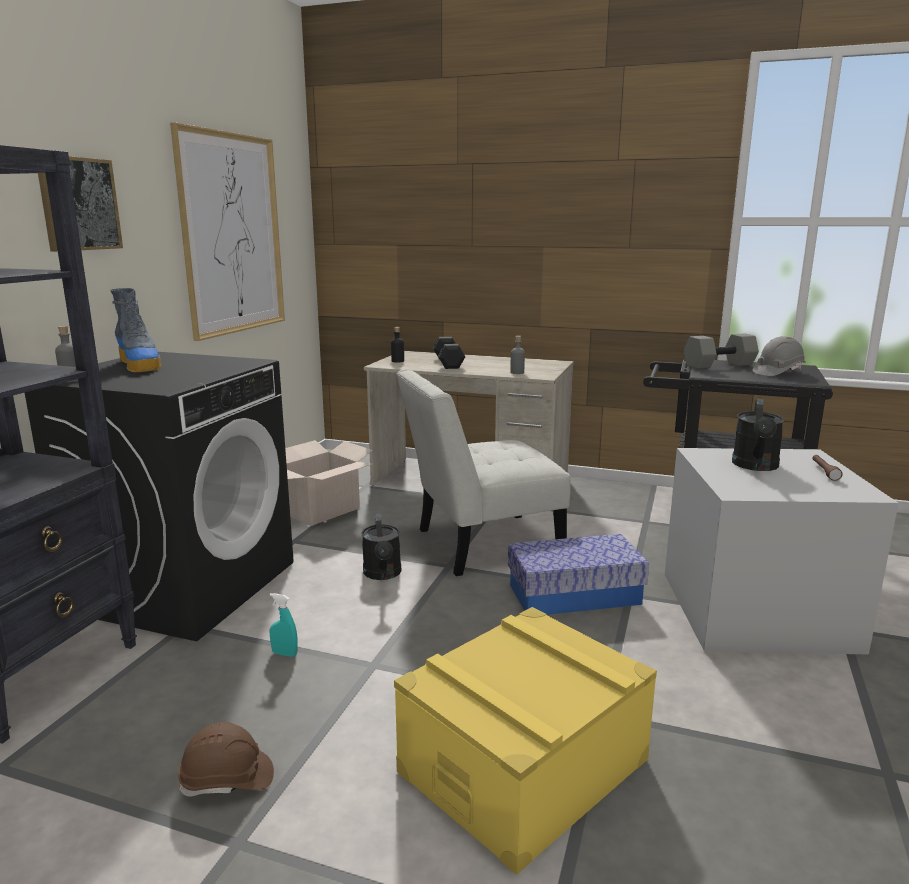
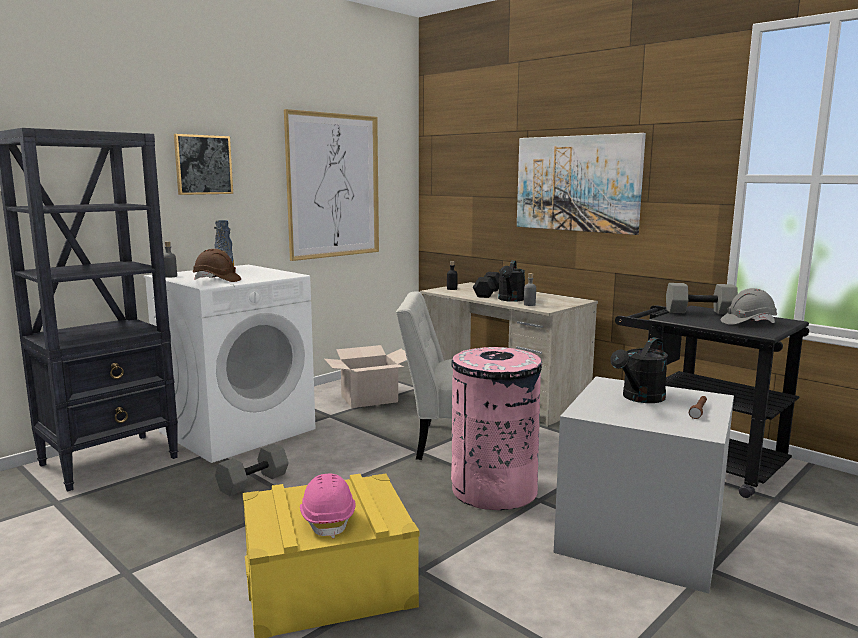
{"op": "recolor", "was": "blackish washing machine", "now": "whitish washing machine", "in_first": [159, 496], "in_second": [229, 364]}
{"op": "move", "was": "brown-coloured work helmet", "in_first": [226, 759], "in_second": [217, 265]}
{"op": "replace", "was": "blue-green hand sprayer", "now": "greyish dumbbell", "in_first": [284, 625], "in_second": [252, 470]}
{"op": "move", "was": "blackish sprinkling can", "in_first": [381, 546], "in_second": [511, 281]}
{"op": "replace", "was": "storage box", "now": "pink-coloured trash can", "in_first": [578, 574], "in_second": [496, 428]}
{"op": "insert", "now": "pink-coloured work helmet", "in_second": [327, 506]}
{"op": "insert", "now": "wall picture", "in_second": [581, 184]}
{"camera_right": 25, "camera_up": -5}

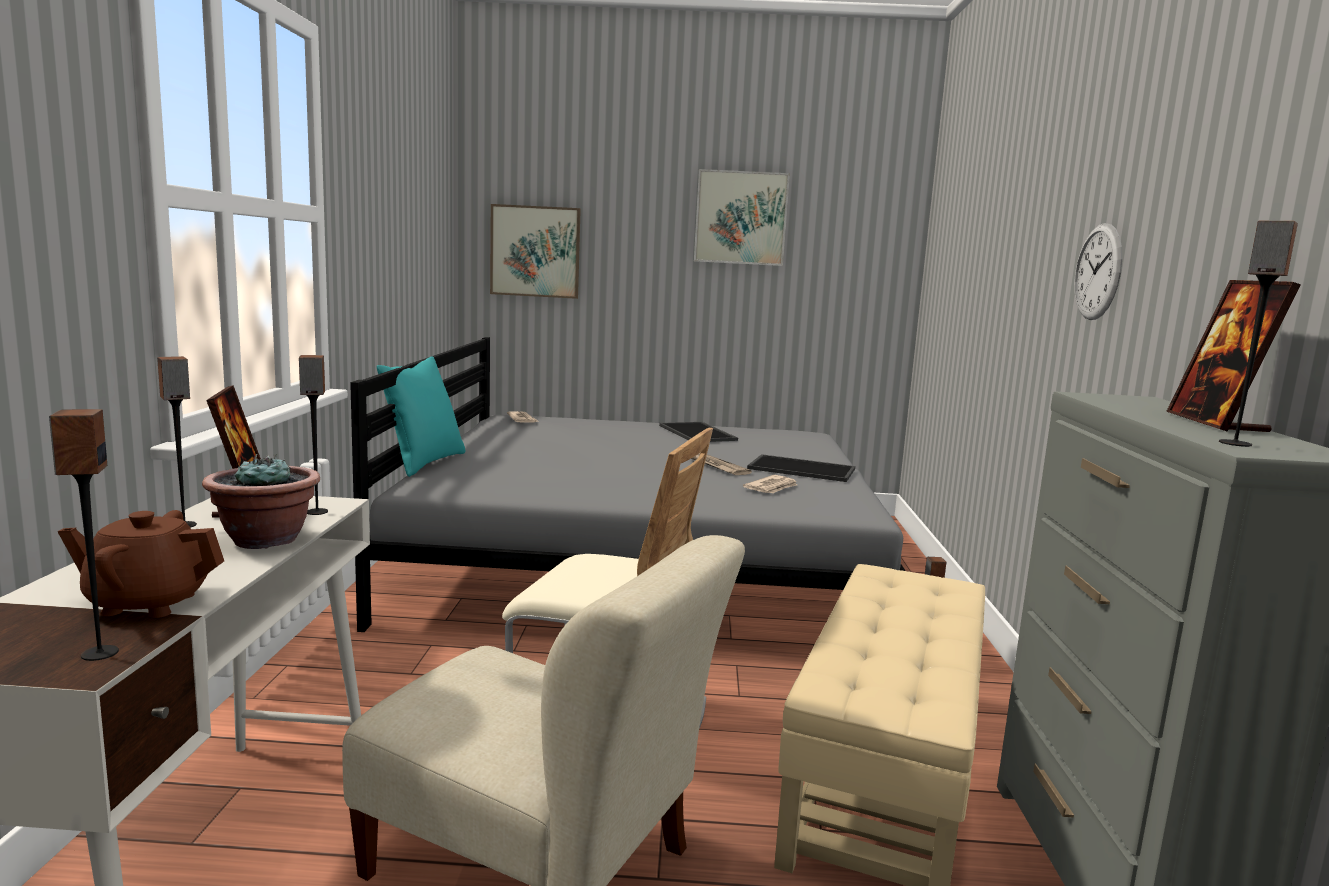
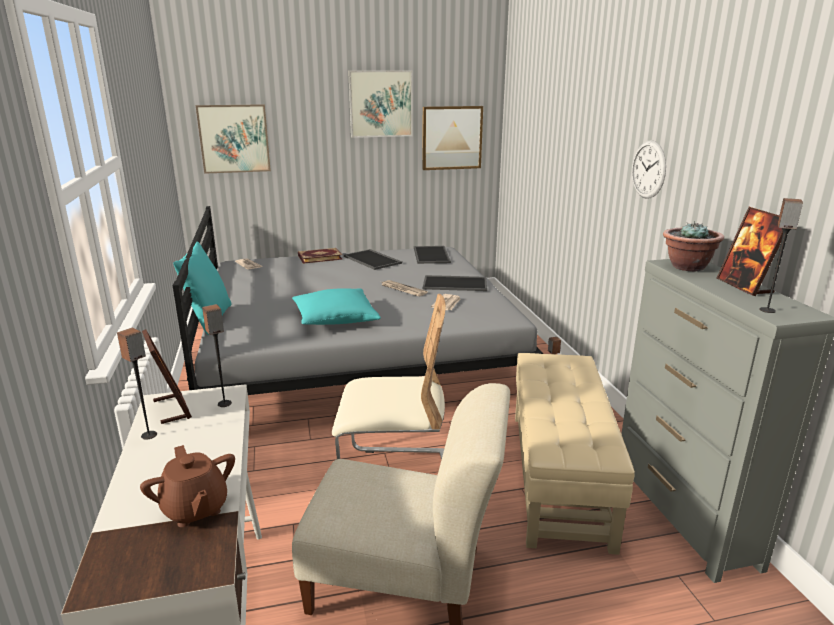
{"op": "delete", "was": "audio speaker", "in_first": [84, 535]}
{"op": "rotate", "was": "brown-coloured tea pot", "in_first": [141, 564], "in_second": [187, 486], "clockwise": -105}
{"op": "move", "was": "potted plant", "in_first": [261, 501], "in_second": [693, 246]}
{"op": "insert", "now": "blue-green throw pillow", "in_second": [336, 306]}
{"op": "insert", "now": "volume", "in_second": [320, 256]}
{"op": "insert", "now": "serving tray", "in_second": [432, 255]}
{"op": "insert", "now": "wall picture", "in_second": [452, 138]}
{"camera_right": -15, "camera_up": 10}

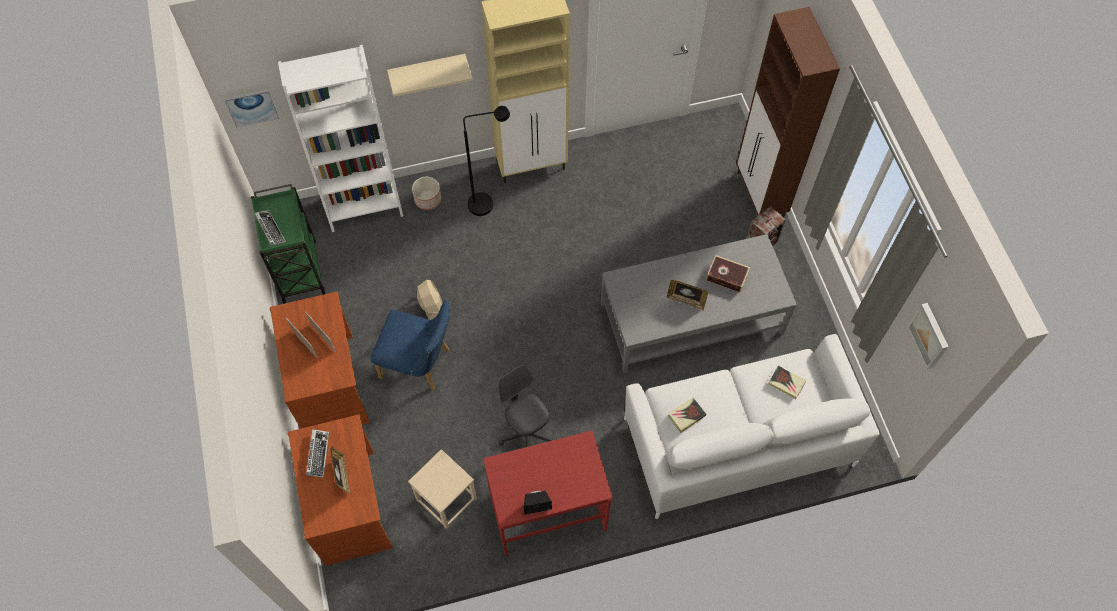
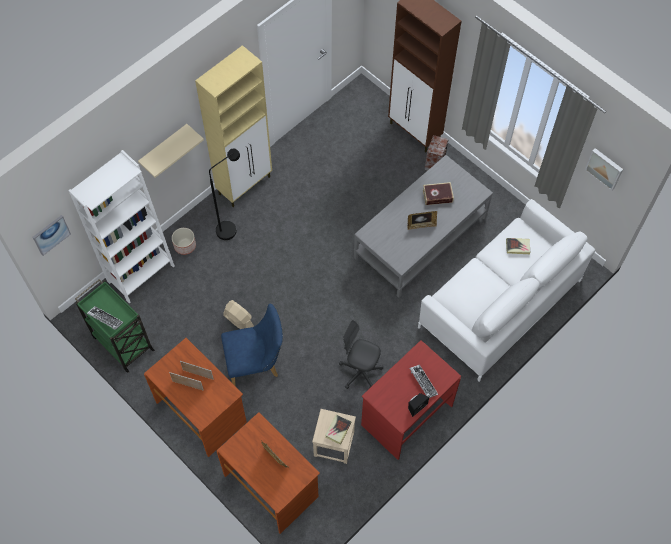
{"op": "move", "was": "PC keyboard", "in_first": [317, 453], "in_second": [423, 381]}
{"op": "move", "was": "volume", "in_first": [687, 415], "in_second": [338, 430]}
{"camera_right": -30, "camera_up": 0}

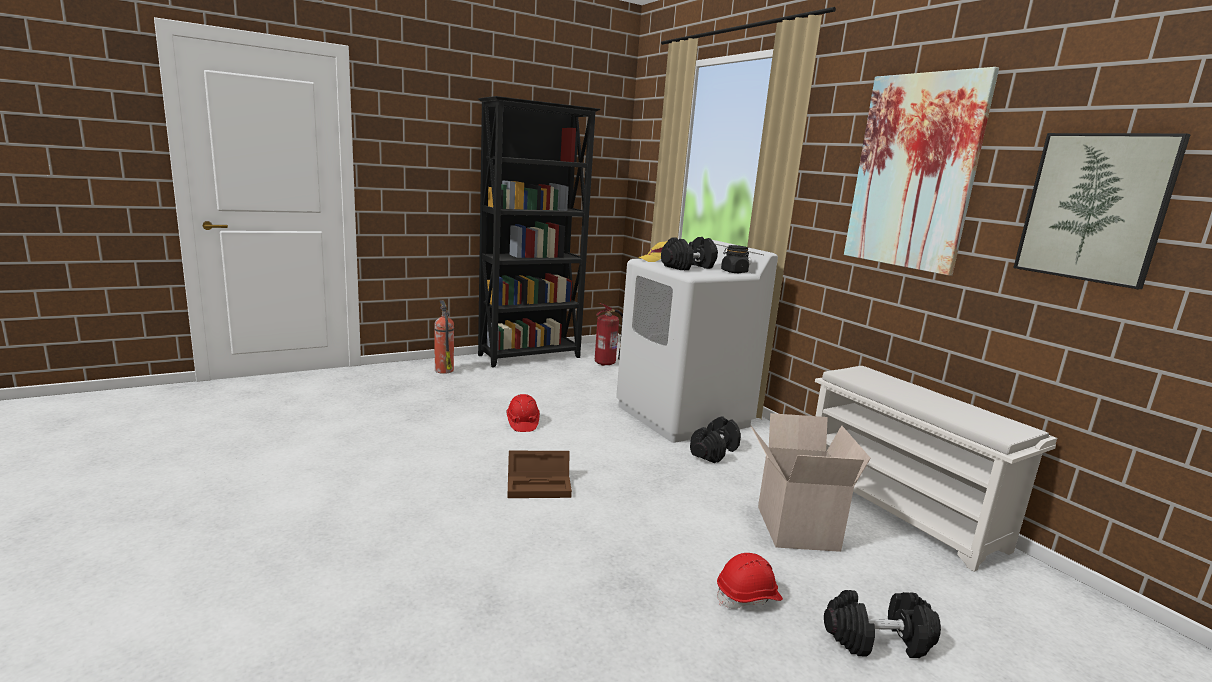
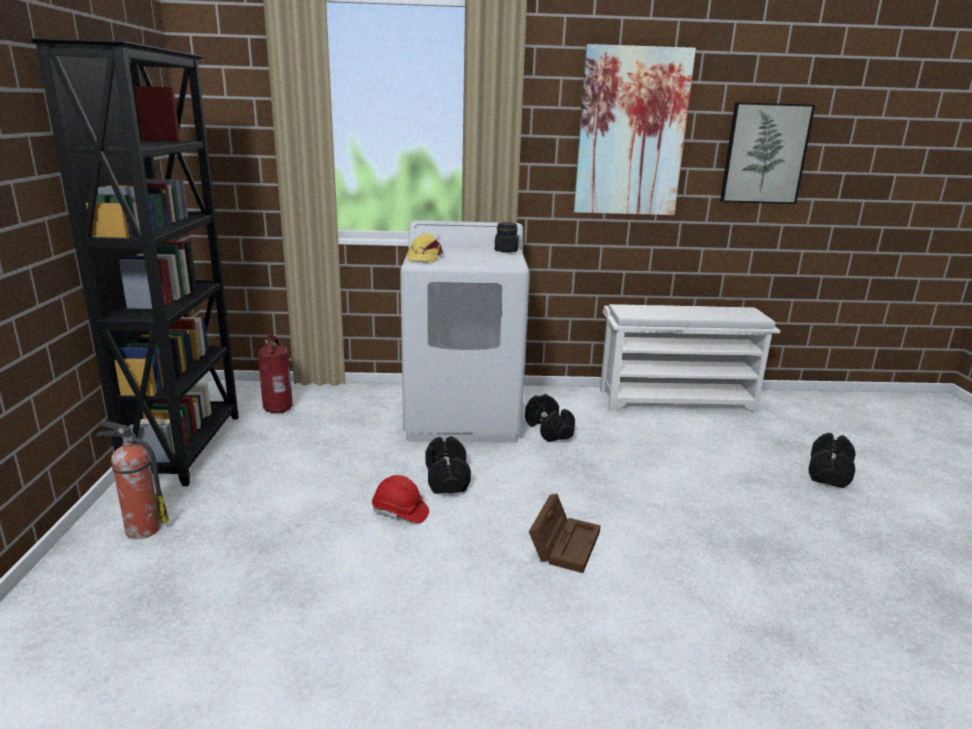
{"op": "move", "was": "blackish dumbbell", "in_first": [689, 253], "in_second": [448, 465]}
{"op": "delete", "was": "reddish work helmet", "in_first": [750, 580]}
{"op": "delete", "was": "carton", "in_first": [810, 482]}
{"camera_right": -60, "camera_up": 5}

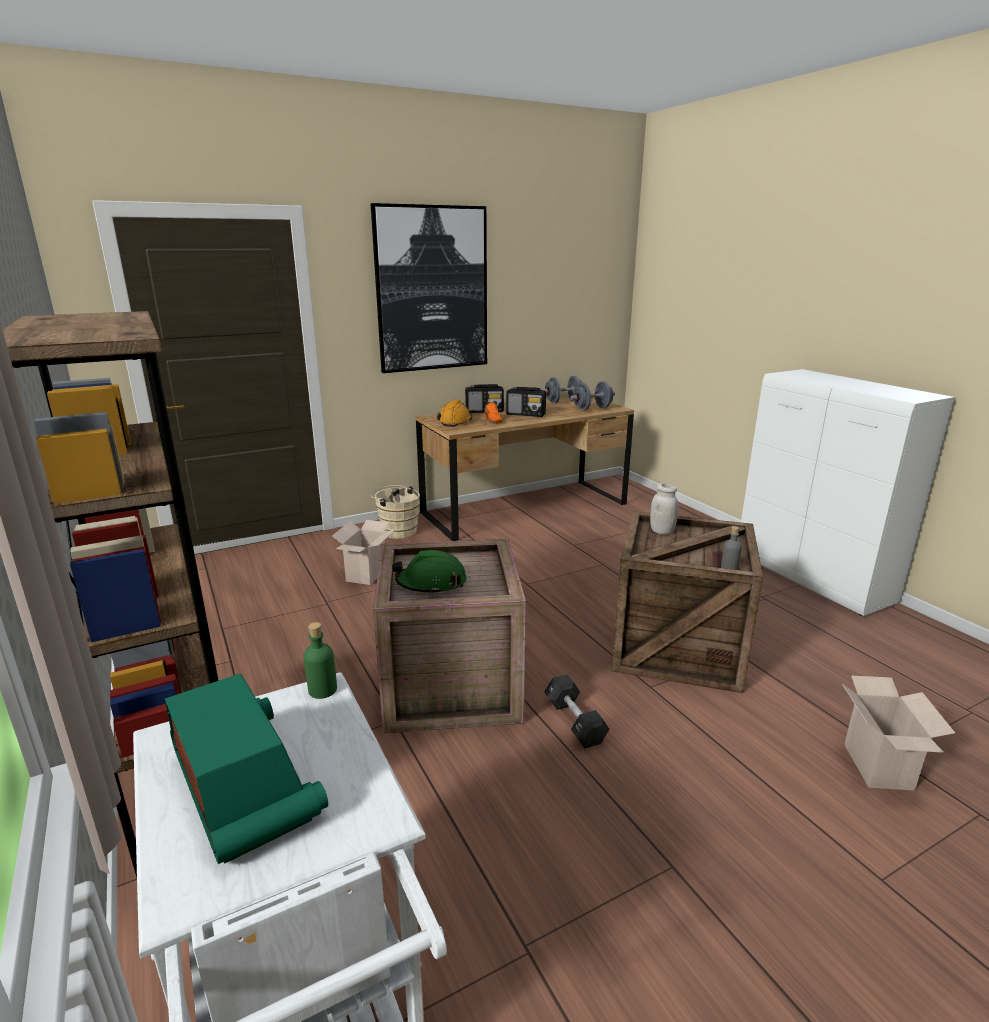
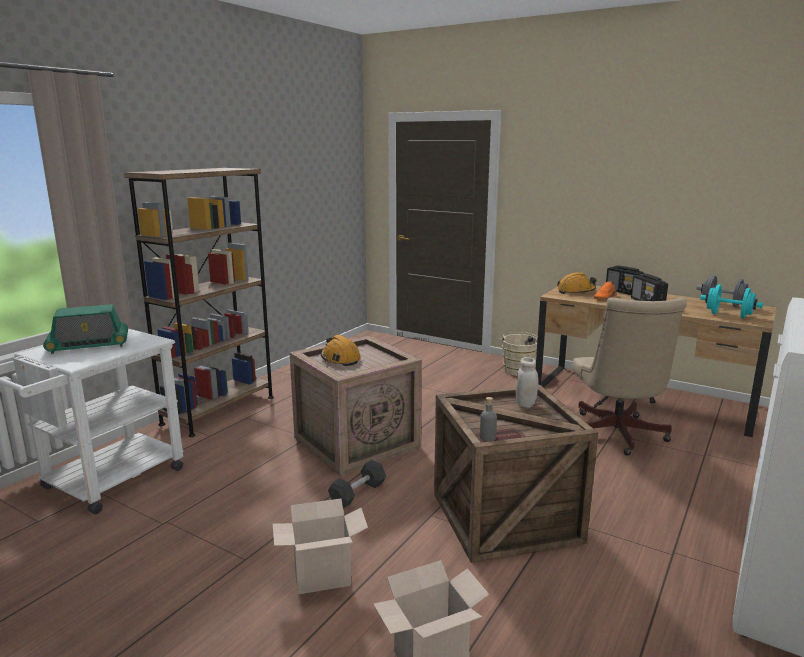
{"op": "rotate", "was": "radio receiver", "in_first": [246, 769], "in_second": [85, 329], "clockwise": 45}
{"op": "delete", "was": "green drink bottle", "in_first": [320, 660]}
{"op": "move", "was": "carton", "in_first": [364, 552], "in_second": [320, 546]}
{"op": "delete", "was": "wall picture", "in_first": [428, 288]}
{"op": "recolor", "was": "green work helmet", "now": "orange work helmet", "in_first": [429, 572], "in_second": [341, 350]}
{"op": "recolor", "was": "greyish dumbbell", "now": "blue-green dumbbell", "in_first": [592, 395], "in_second": [731, 301]}
{"op": "insert", "now": "sand-coloured office chair", "in_second": [629, 376]}
{"camera_right": 60, "camera_up": -5}

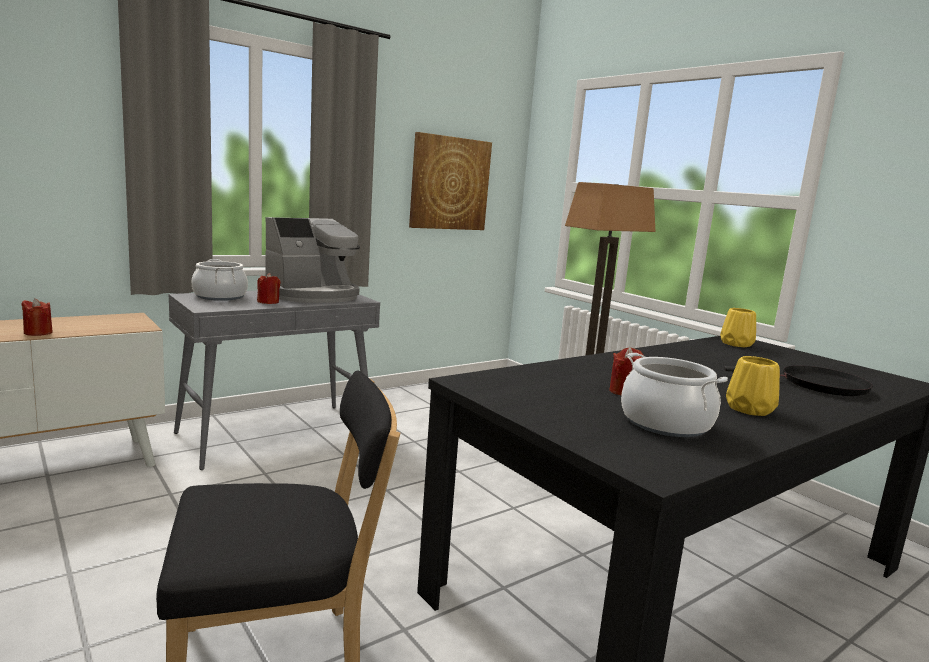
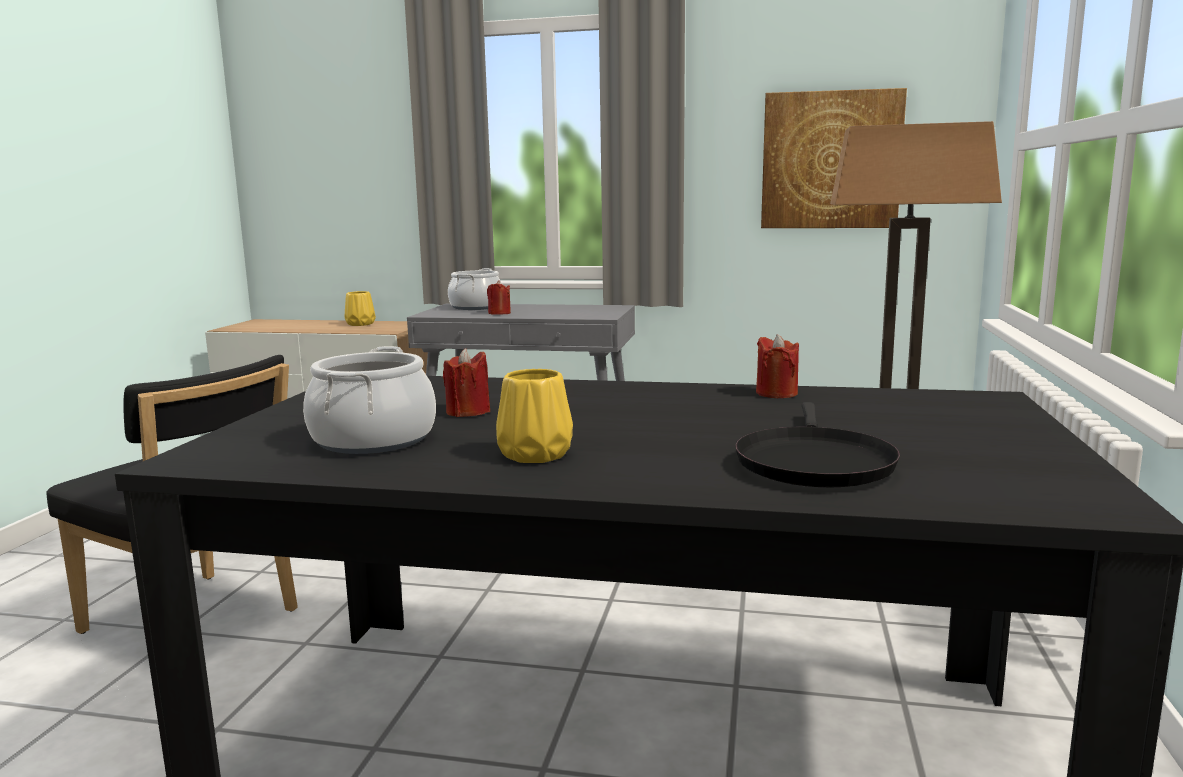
{"op": "move", "was": "reddish wax candle", "in_first": [37, 317], "in_second": [777, 366]}
{"op": "delete", "was": "coffee maker", "in_first": [312, 260]}
{"op": "move", "was": "yellow vase", "in_first": [738, 327], "in_second": [360, 308]}
{"op": "rotate", "was": "blackish pan", "in_first": [798, 380], "in_second": [817, 444], "clockwise": 45}
{"camera_right": 50, "camera_up": 0}

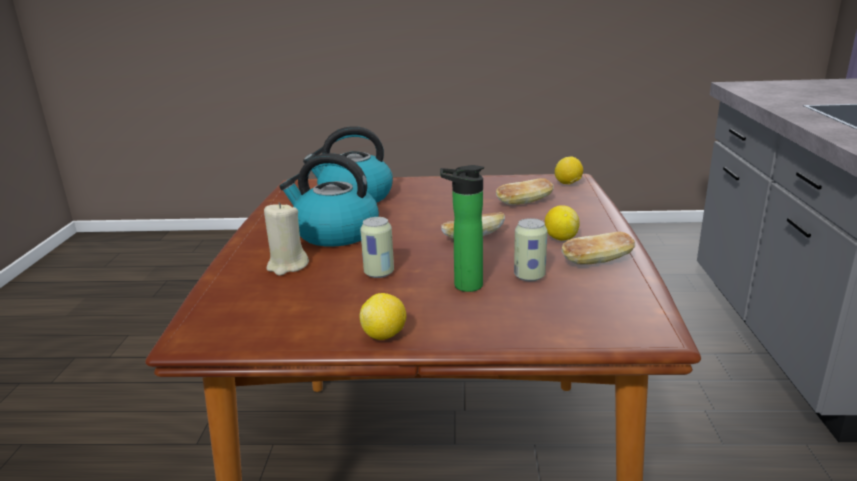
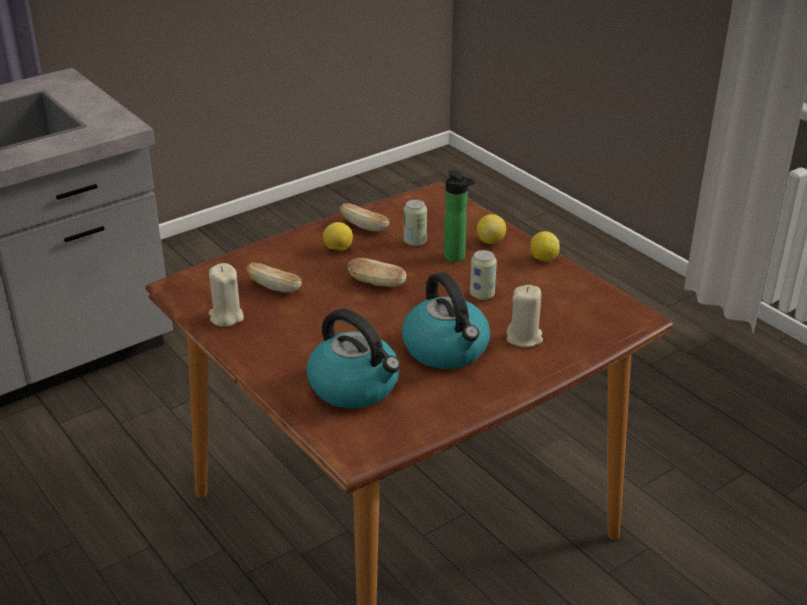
{"op": "move", "was": "citrus fruit", "in_first": [569, 170], "in_second": [491, 229]}
{"op": "insert", "now": "sand-coloured wax candle", "in_second": [226, 295]}
{"camera_right": -130, "camera_up": 10}

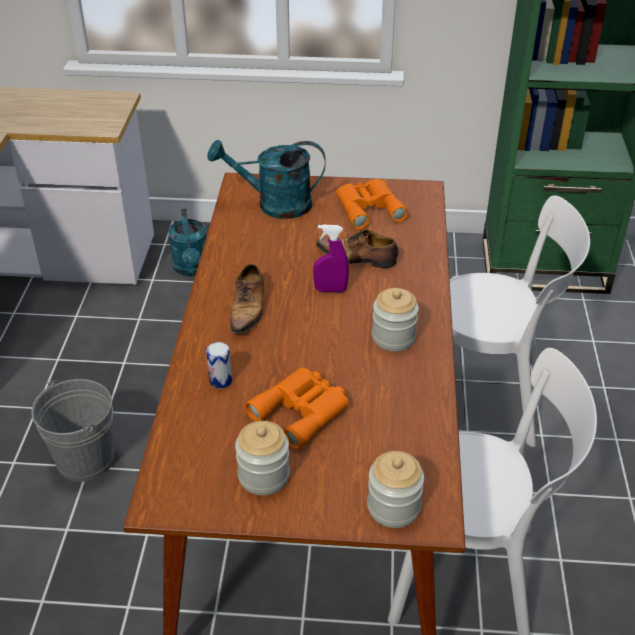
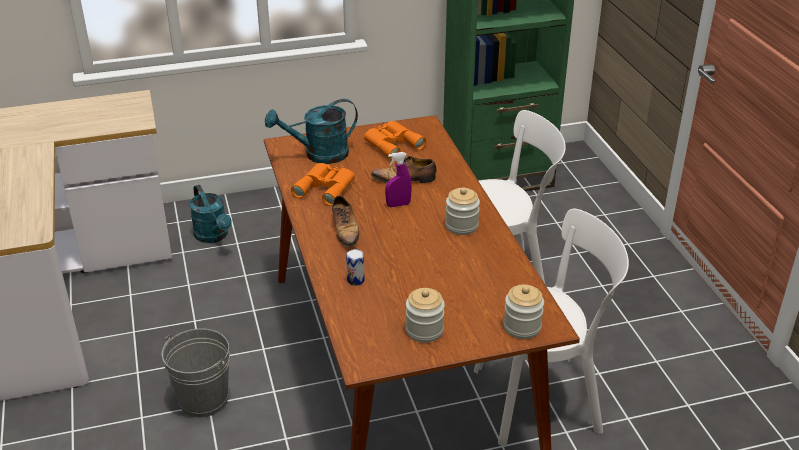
{"op": "move", "was": "orange pair of binoculars", "in_first": [297, 409], "in_second": [323, 184]}
{"camera_right": -20, "camera_up": -5}

